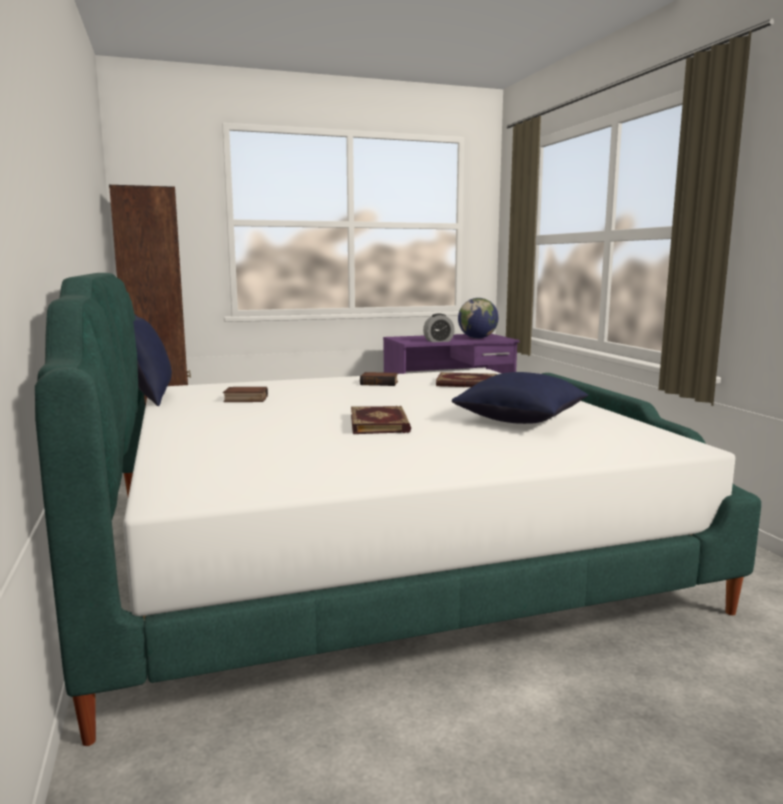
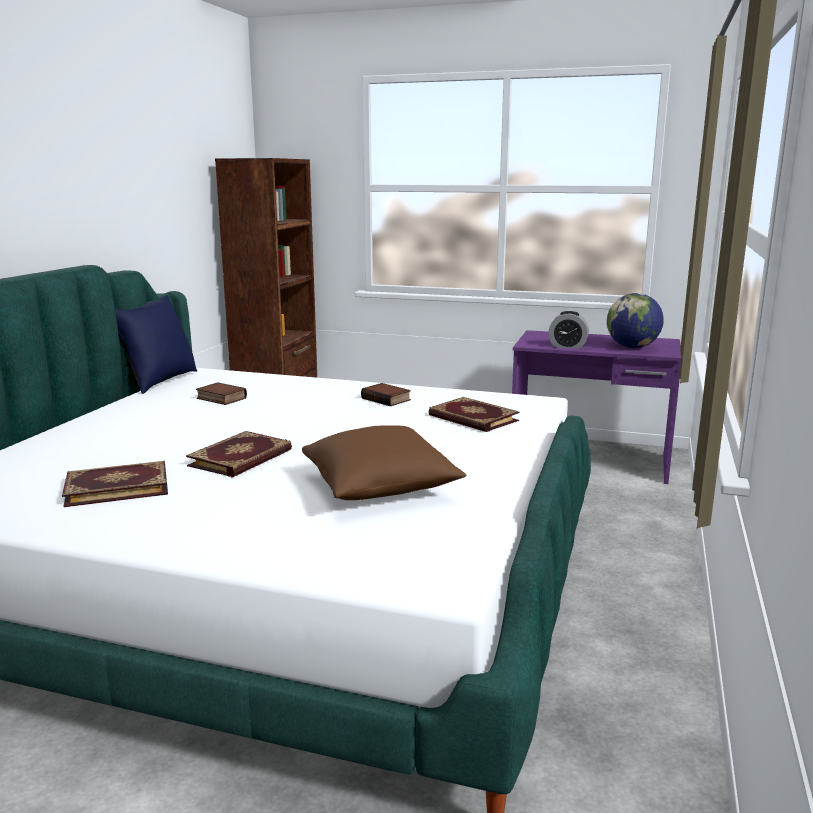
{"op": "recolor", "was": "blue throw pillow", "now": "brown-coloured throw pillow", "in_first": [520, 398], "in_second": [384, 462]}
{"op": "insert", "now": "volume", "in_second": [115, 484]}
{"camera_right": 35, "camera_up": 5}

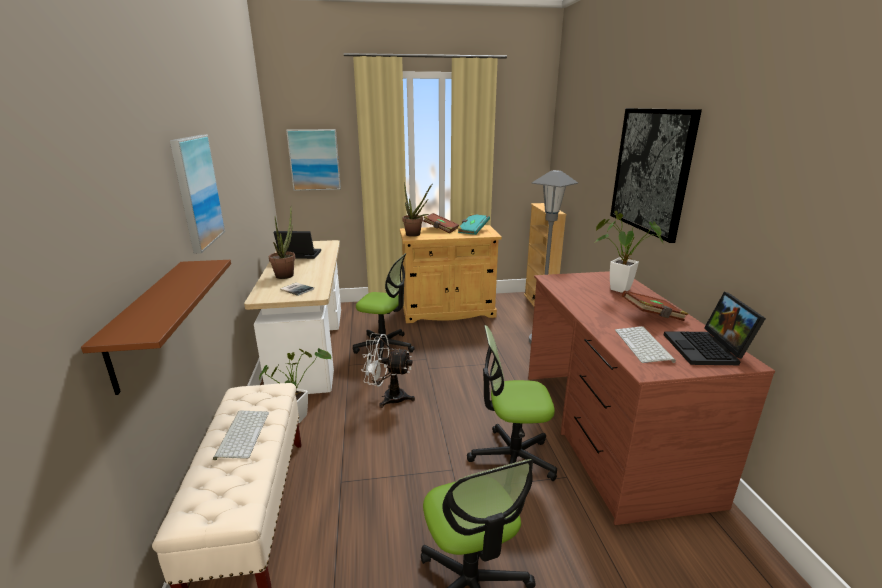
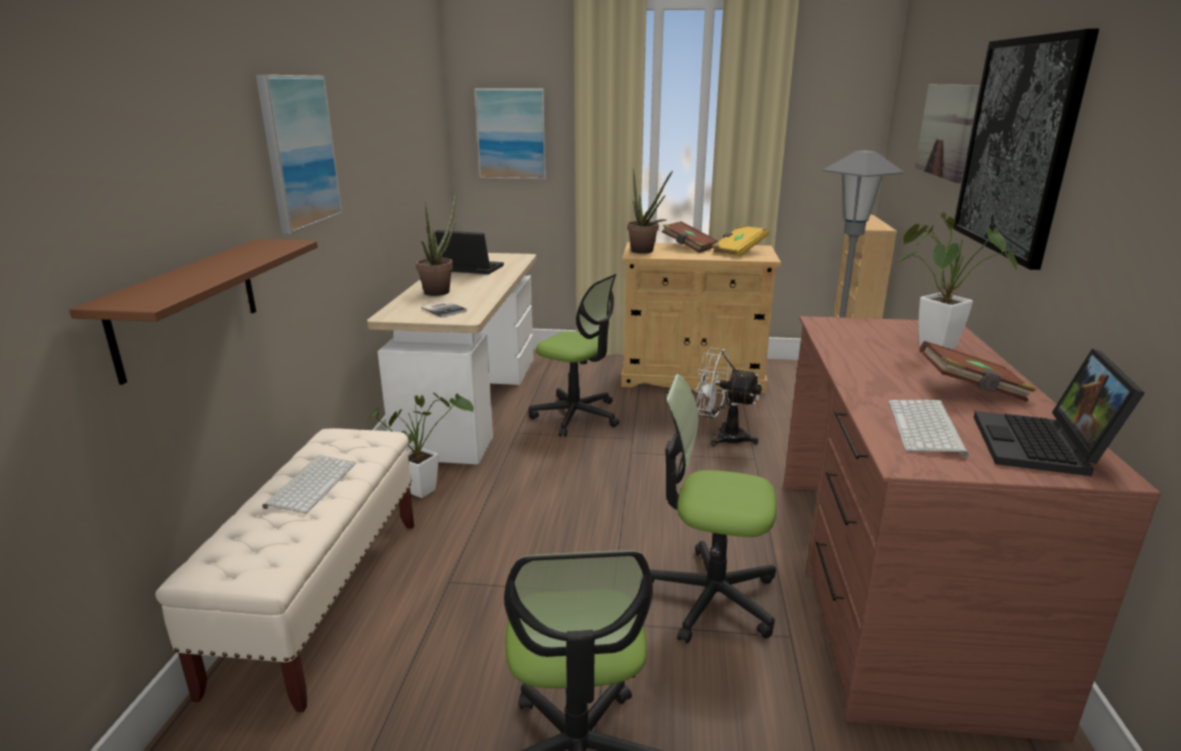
{"op": "move", "was": "whitish cooling fan", "in_first": [388, 370], "in_second": [728, 397]}
{"op": "recolor", "was": "blue-green volume", "now": "yellow volume", "in_first": [473, 224], "in_second": [740, 240]}
{"op": "insert", "now": "wall picture", "in_second": [947, 133]}
{"camera_right": 15, "camera_up": 0}

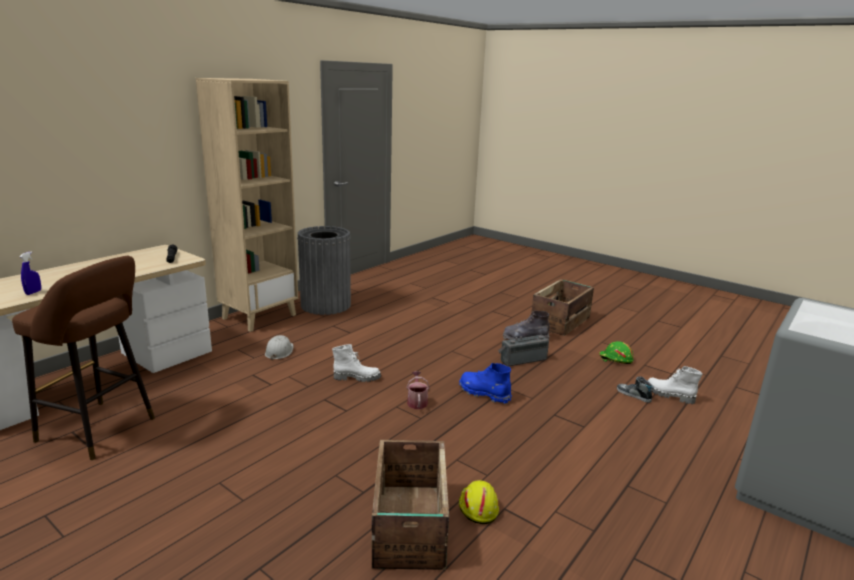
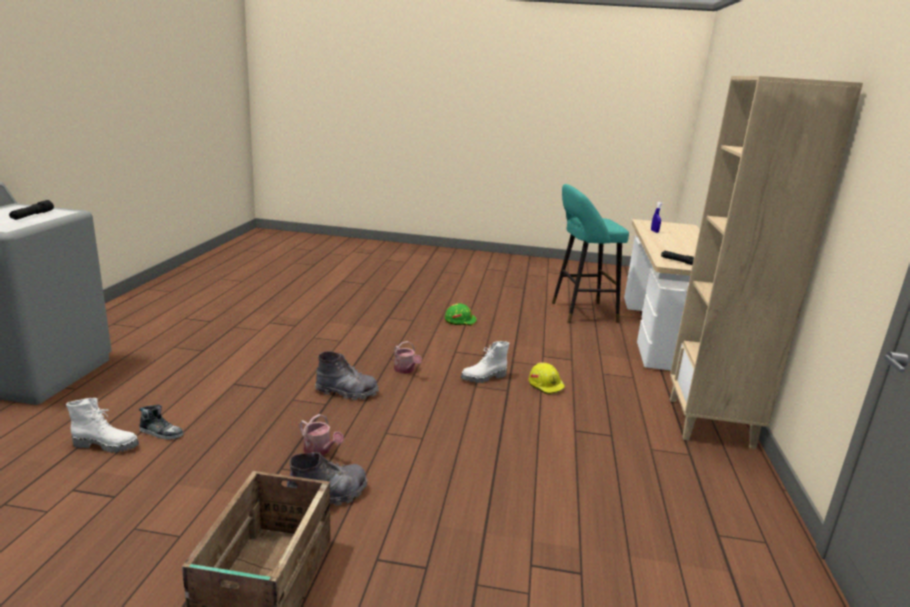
{"op": "recolor", "was": "brown-coloured sitting stool", "now": "blue-green sitting stool", "in_first": [83, 358], "in_second": [590, 253]}
{"op": "delete", "was": "whitish work helmet", "in_first": [279, 347]}
{"op": "delete", "was": "greyish trash can", "in_first": [324, 270]}
{"op": "delete", "was": "shipping crate", "in_first": [410, 505]}
{"op": "recolor", "was": "blue boot", "now": "greyish boot", "in_first": [485, 383], "in_second": [347, 375]}
{"op": "move", "was": "yellow work helmet", "in_first": [479, 502], "in_second": [547, 378]}
{"op": "replace", "was": "radio receiver", "now": "sprinkling can", "in_first": [523, 350], "in_second": [321, 435]}
{"op": "move", "was": "green work helmet", "in_first": [616, 352], "in_second": [461, 314]}
{"op": "insert", "now": "blackish flashlight", "in_second": [31, 210]}
{"camera_right": 150, "camera_up": 0}

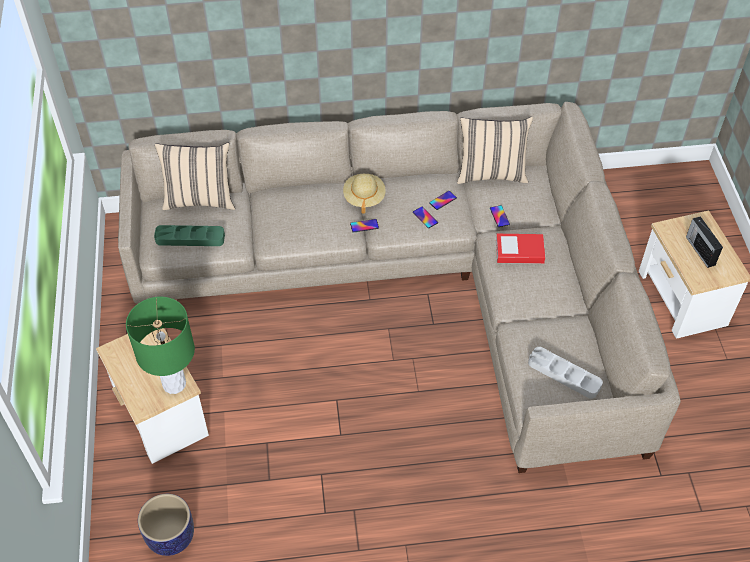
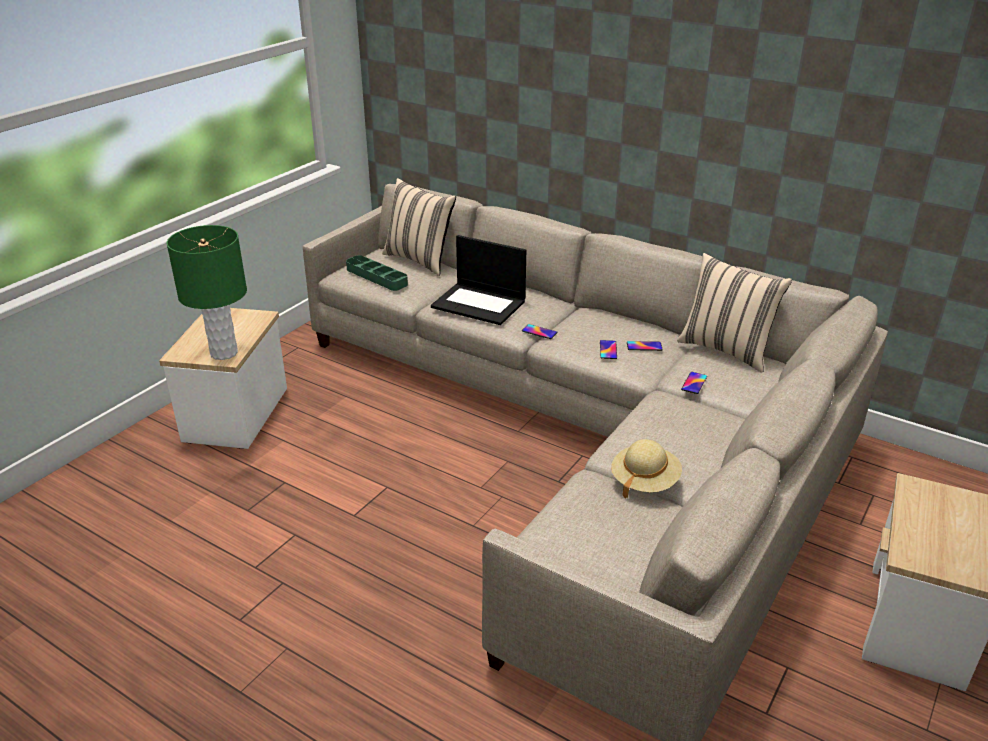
{"op": "delete", "was": "planter", "in_first": [166, 525]}
{"op": "move", "was": "sand-coloured wearable hat", "in_first": [364, 194], "in_second": [646, 469]}
{"op": "delete", "was": "volume", "in_first": [520, 249]}
{"op": "delete", "was": "greyish serving tray", "in_first": [565, 373]}
{"op": "delete", "was": "radio receiver", "in_first": [704, 242]}
{"op": "insert", "now": "notebook computer", "in_second": [478, 280]}
{"camera_right": 40, "camera_up": -20}

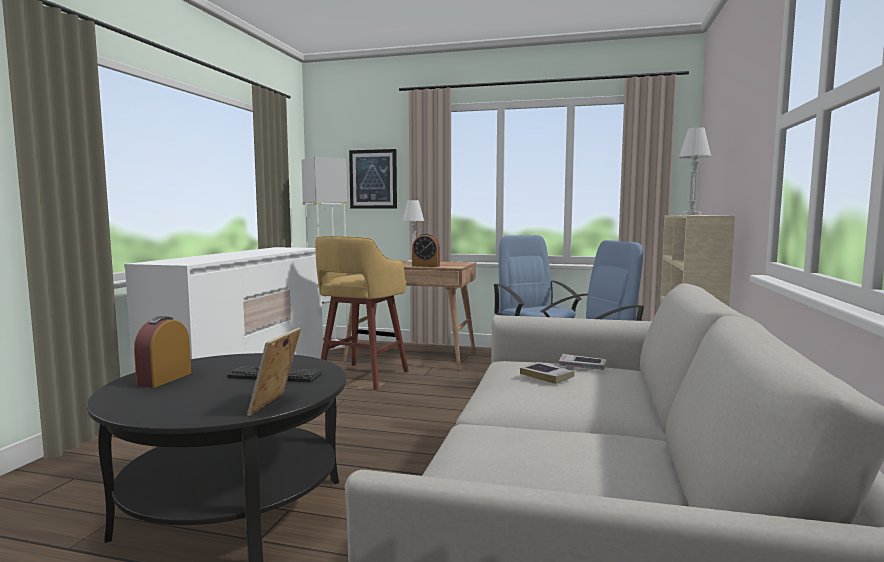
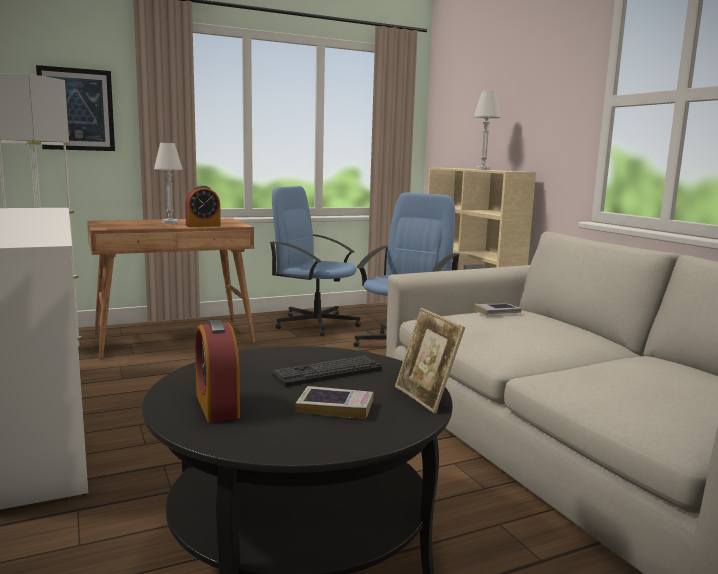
{"op": "delete", "was": "yellow sitting stool", "in_first": [361, 313]}
{"op": "move", "was": "volume", "in_first": [547, 373], "in_second": [334, 402]}
{"camera_right": -40, "camera_up": 5}

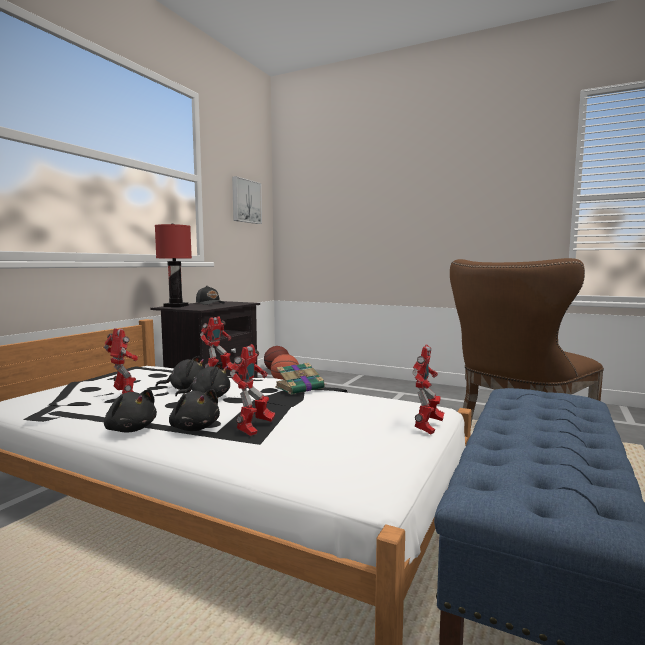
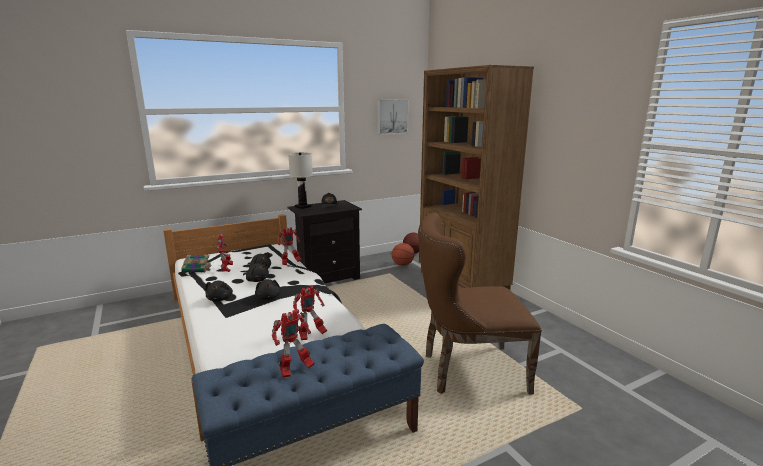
{"op": "move", "was": "blackish soft toy", "in_first": [130, 411], "in_second": [268, 289]}
{"op": "recolor", "was": "reddish table lamp", "now": "whitish table lamp", "in_first": [173, 265], "in_second": [300, 181]}
{"op": "move", "was": "robot figure", "in_first": [252, 390], "in_second": [293, 344]}
{"op": "move", "was": "volume", "in_first": [300, 378], "in_second": [197, 263]}
{"op": "insert", "now": "brown-coloured shelving unit", "in_second": [476, 177]}
{"camera_right": 35, "camera_up": 10}

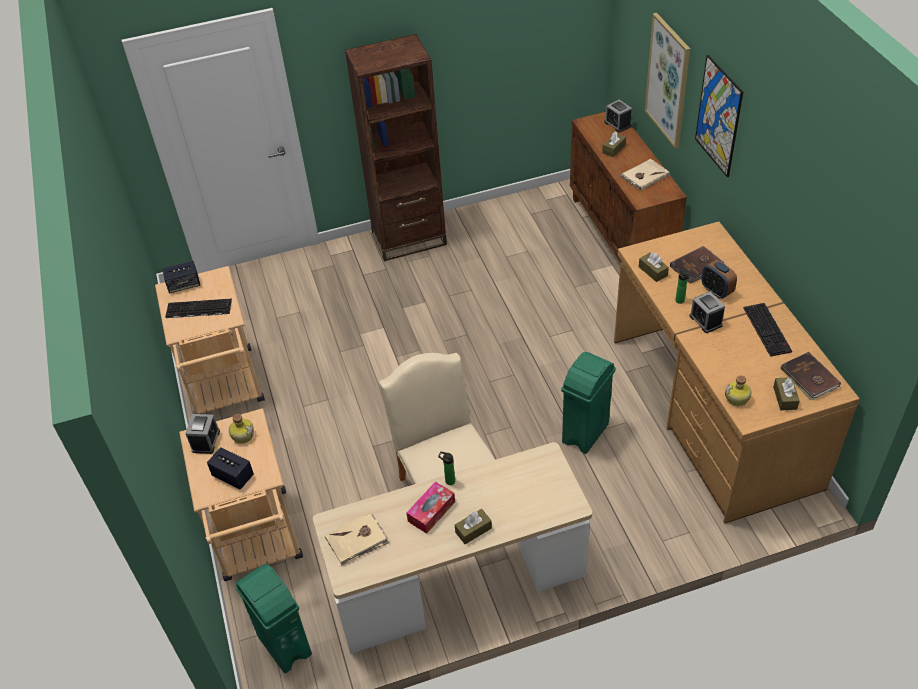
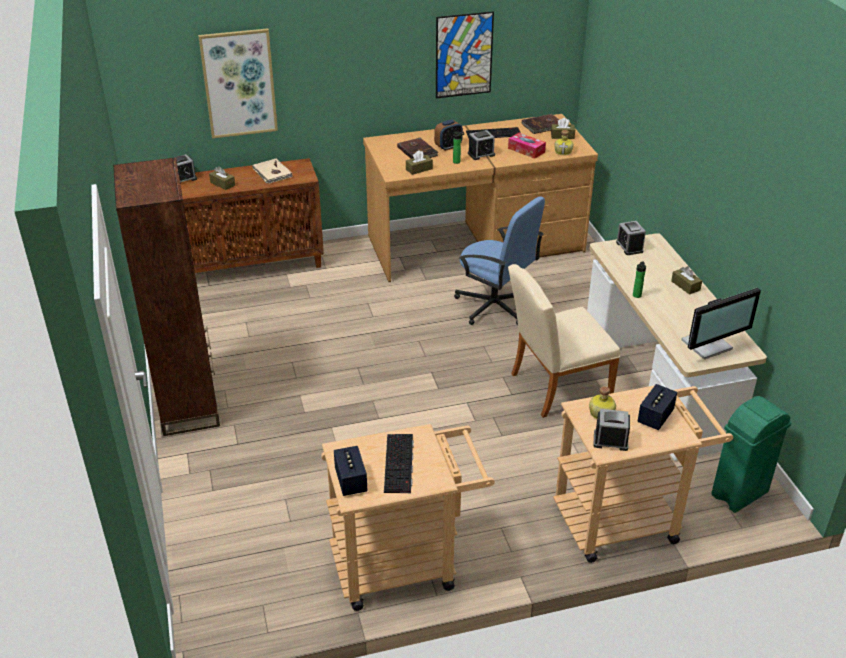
{"op": "replace", "was": "sand-coloured volume", "now": "monitor", "in_first": [357, 539], "in_second": [721, 324]}
{"op": "move", "was": "box of tissues", "in_first": [431, 507], "in_second": [527, 146]}
{"op": "replace", "was": "green trash can", "now": "blue office chair", "in_first": [588, 403], "in_second": [499, 261]}
{"op": "move", "was": "wall picture", "in_first": [719, 116], "in_second": [465, 54]}
{"op": "insert", "now": "alarm clock", "in_second": [631, 238]}
{"camera_right": -90, "camera_up": -10}

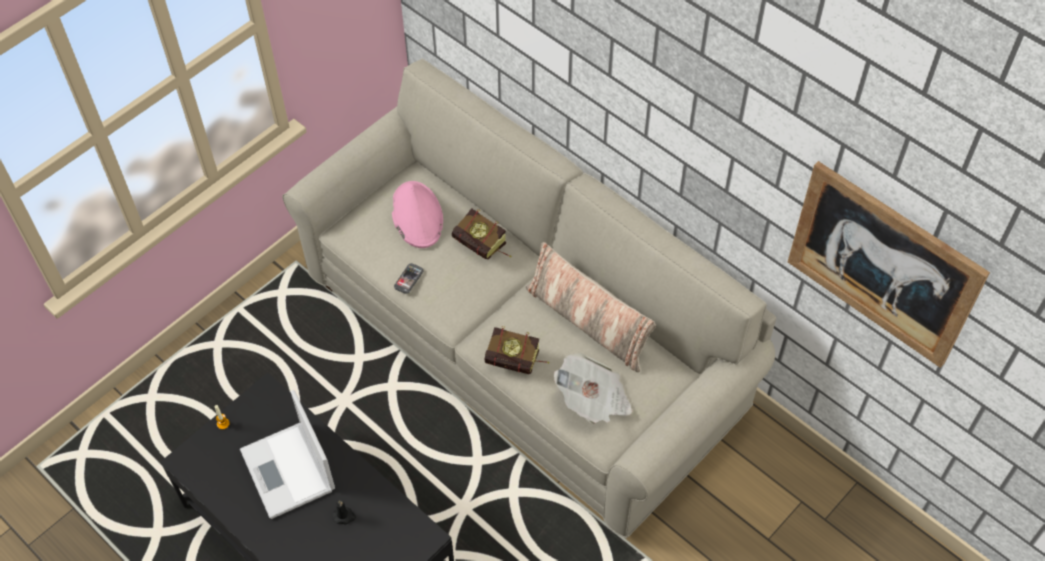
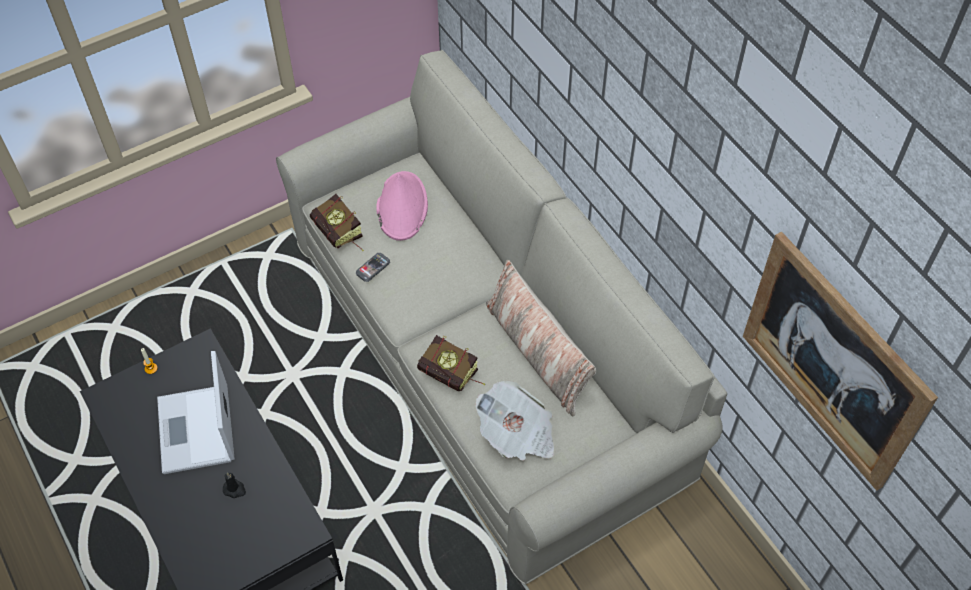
{"op": "move", "was": "volume", "in_first": [481, 234], "in_second": [337, 222]}
{"camera_right": 15, "camera_up": 0}

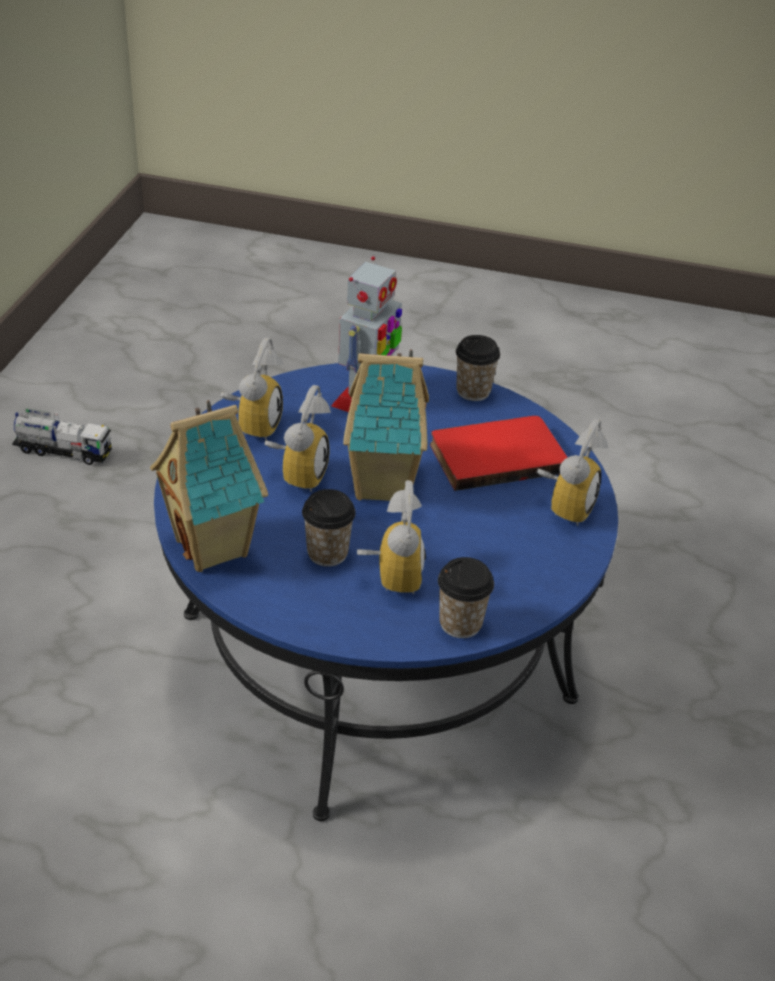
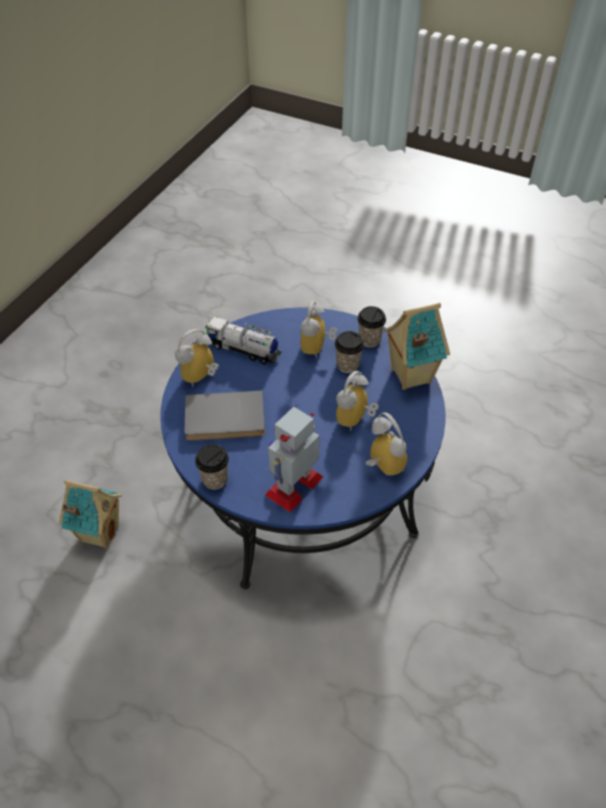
{"op": "move", "was": "model truck", "in_first": [62, 436], "in_second": [243, 340]}
{"op": "rotate", "was": "alarm clock", "in_first": [251, 389], "in_second": [386, 444], "clockwise": 120}
{"op": "move", "was": "miniature house", "in_first": [386, 425], "in_second": [90, 514]}
{"op": "recolor", "was": "reddish volume", "now": "greyish volume", "in_first": [499, 453], "in_second": [225, 416]}
{"op": "move", "was": "small cup", "in_first": [466, 597], "in_second": [371, 327]}
{"camera_right": -165, "camera_up": 10}

